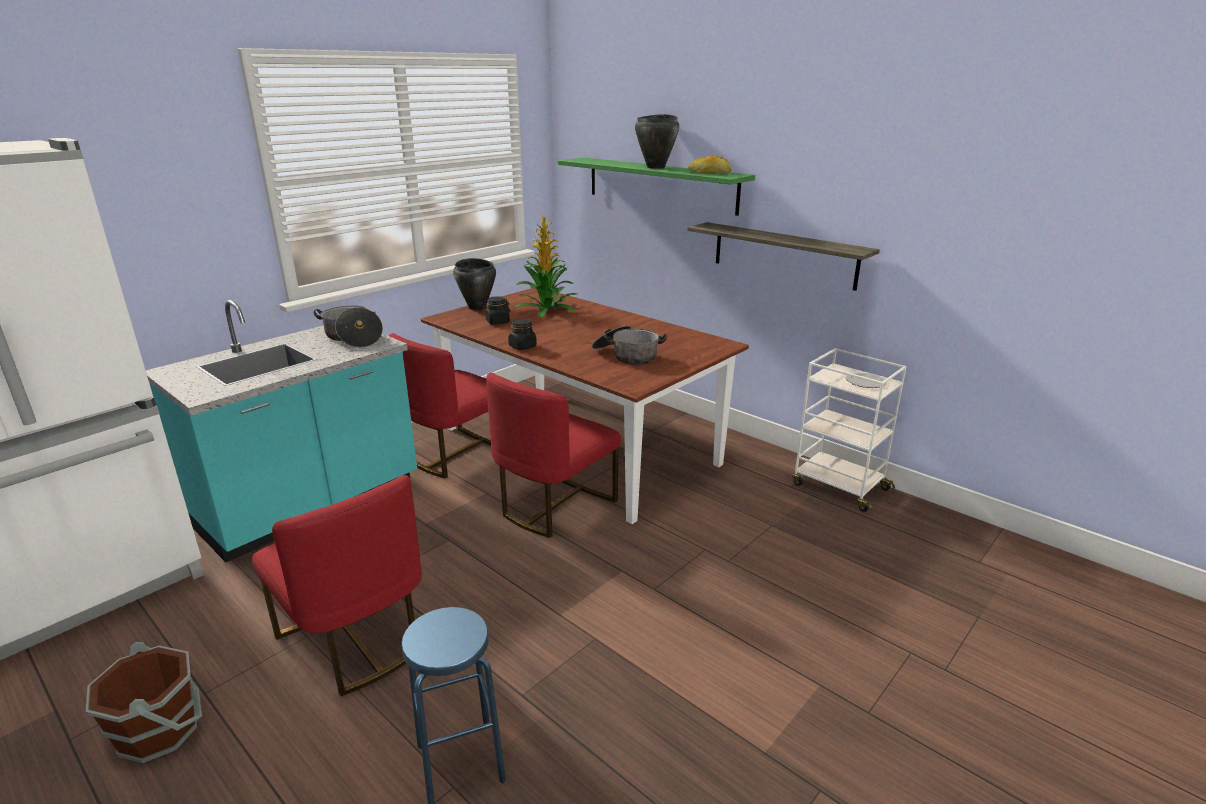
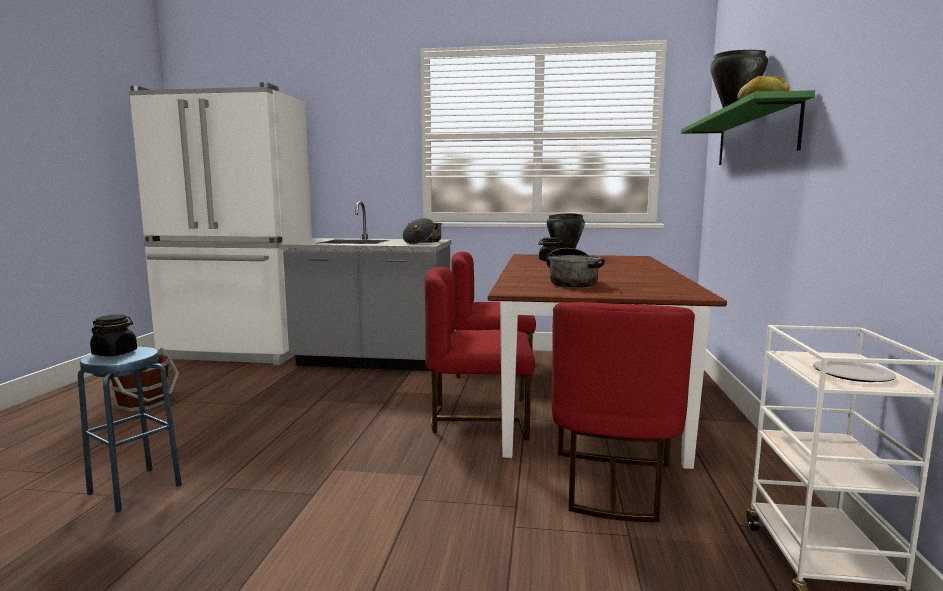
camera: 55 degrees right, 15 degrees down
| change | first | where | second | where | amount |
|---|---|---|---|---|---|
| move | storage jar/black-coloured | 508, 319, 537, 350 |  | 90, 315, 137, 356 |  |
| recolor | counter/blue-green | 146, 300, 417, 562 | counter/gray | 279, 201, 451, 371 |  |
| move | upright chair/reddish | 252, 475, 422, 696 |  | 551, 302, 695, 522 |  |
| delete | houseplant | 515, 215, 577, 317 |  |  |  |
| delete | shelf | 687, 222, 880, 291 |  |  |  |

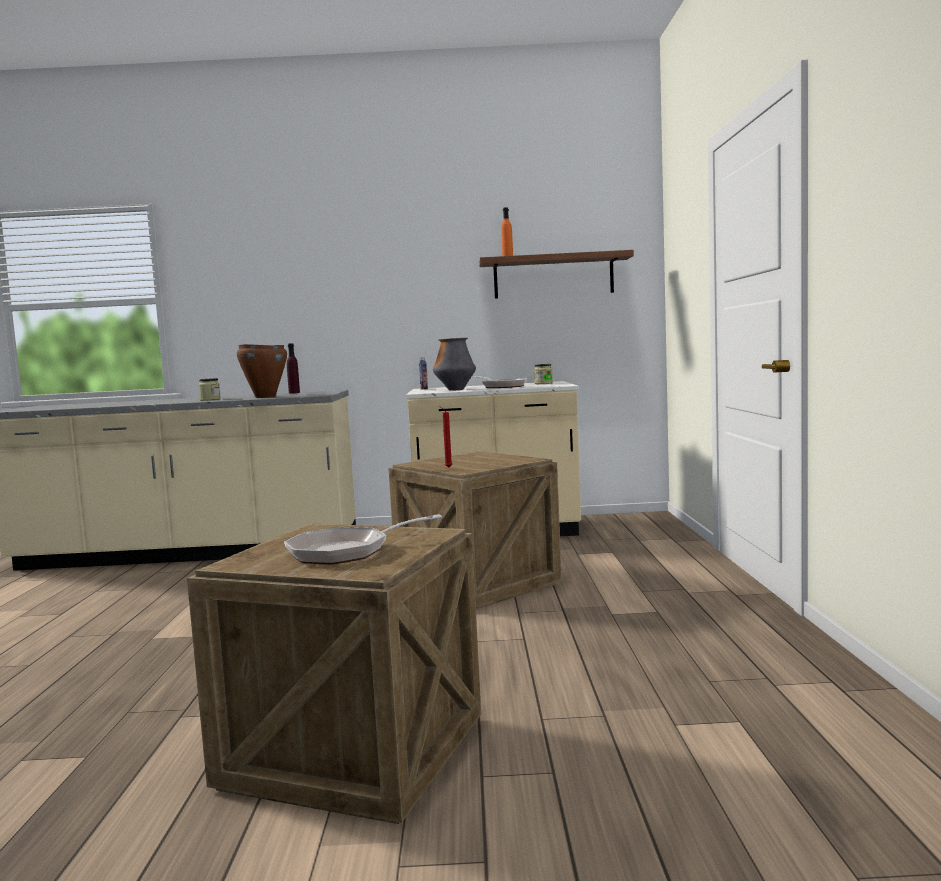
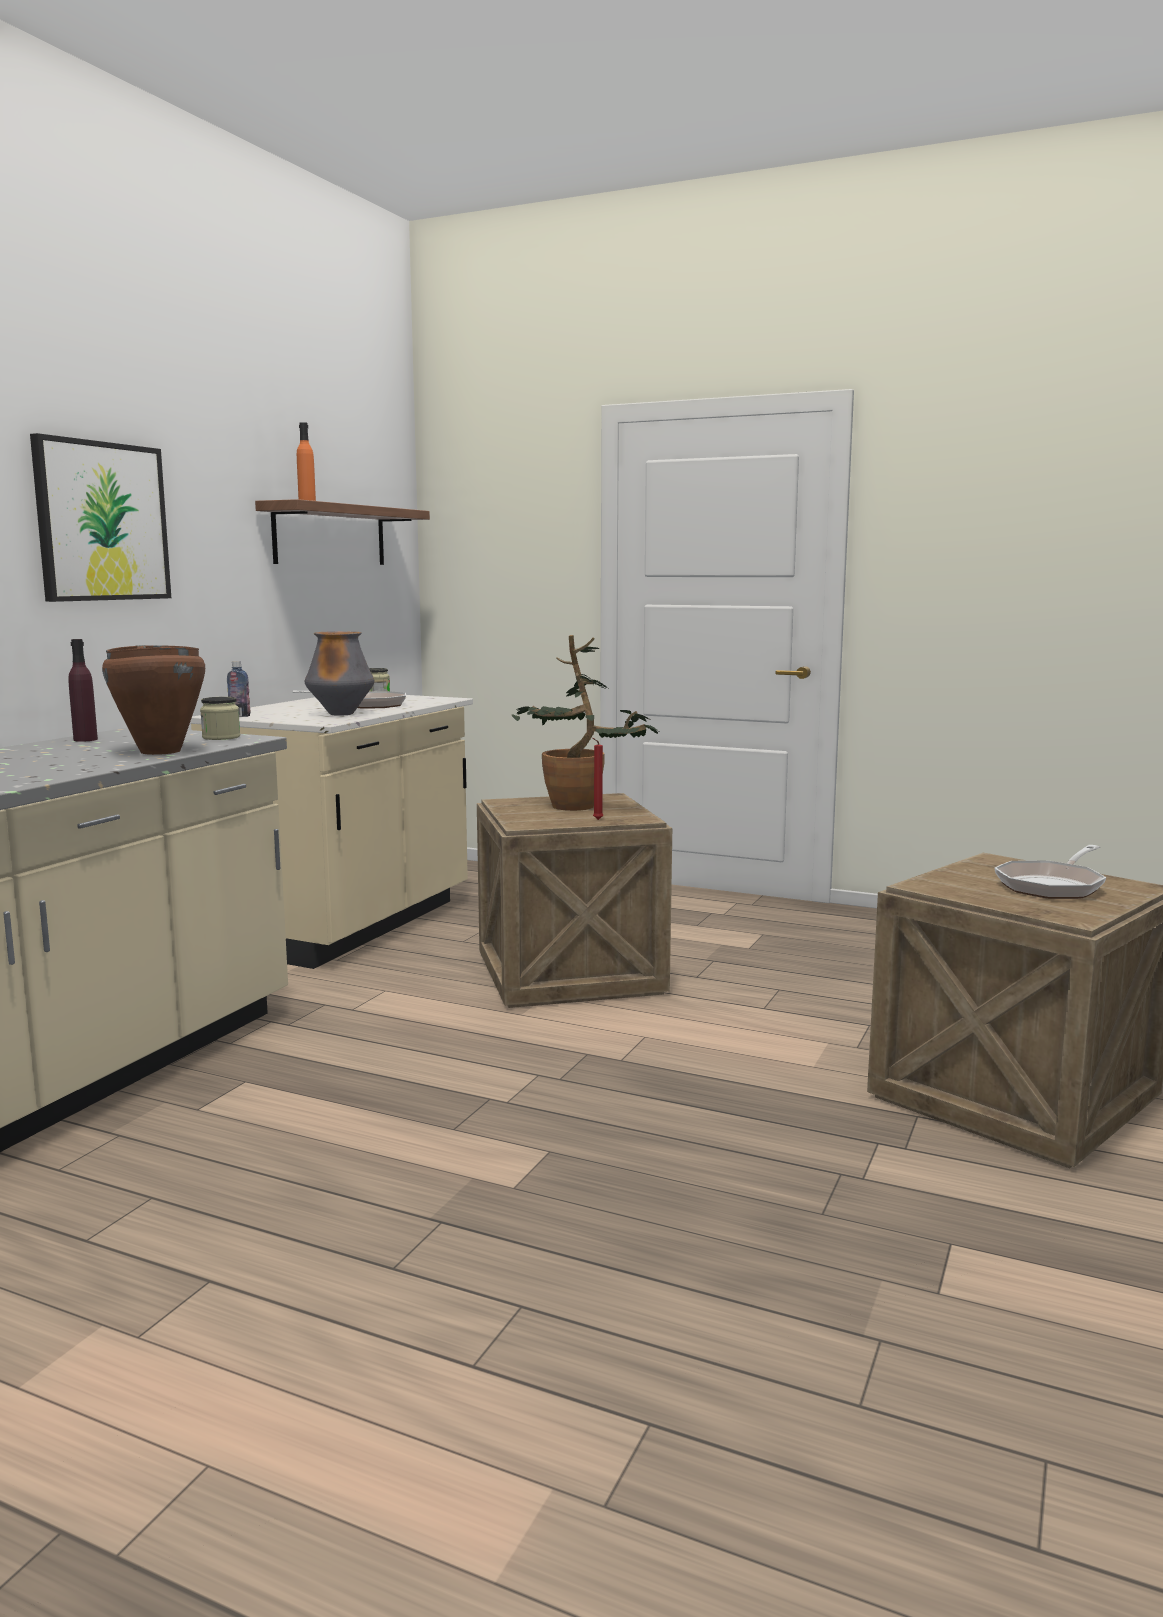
camera: 65 degrees left, 5 degrees up
| change | first | where | second | where | amount |
|---|---|---|---|---|---|
| insert |  |  | wall picture | 30, 433, 171, 602 |  |
| move | storage jar | 199, 378, 221, 401 |  | 200, 697, 240, 740 |  |
| insert |  |  | houseplant | 512, 635, 658, 811 |  |
| rotate | pan | 284, 514, 442, 565 |  | 994, 845, 1106, 899 | 45 degrees clockwise |

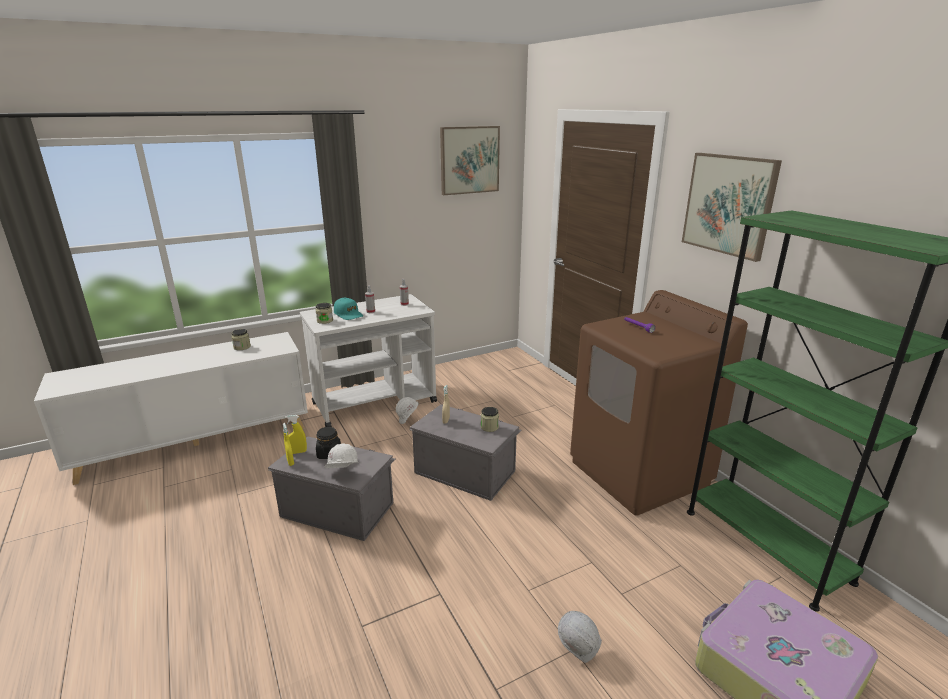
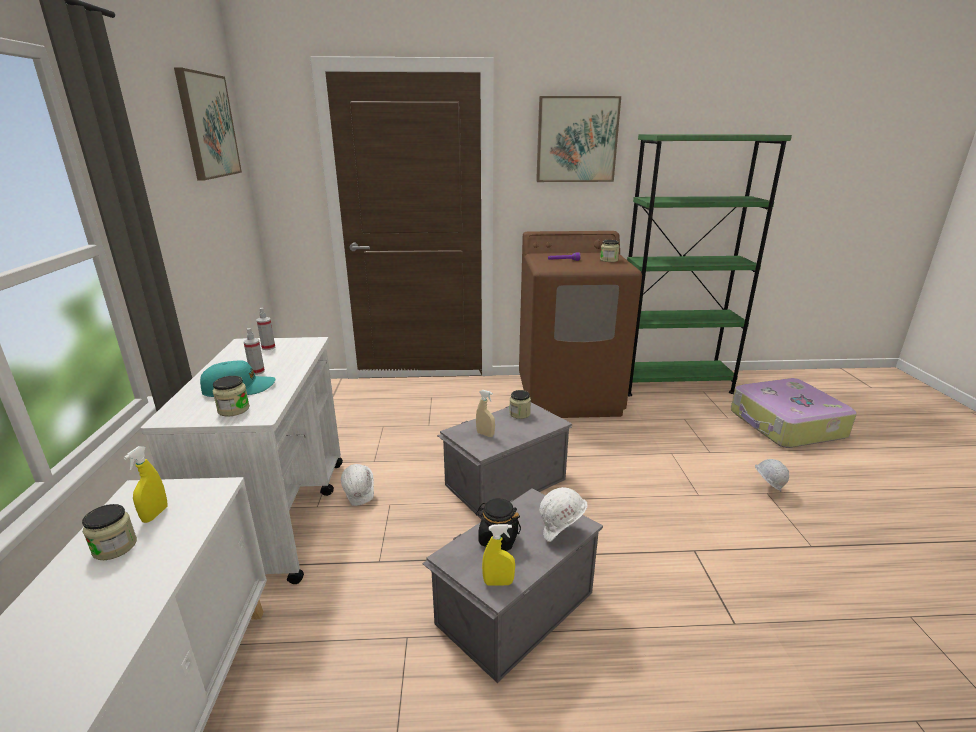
camera: 65 degrees left, 0 degrees up
| change | first | where | second | where | amount |
|---|---|---|---|---|---|
| move | sprayer/yellowish | 285, 415, 307, 454 |  | 123, 446, 168, 523 |  |
| insert |  |  | storage jar | 600, 240, 620, 262 |  |

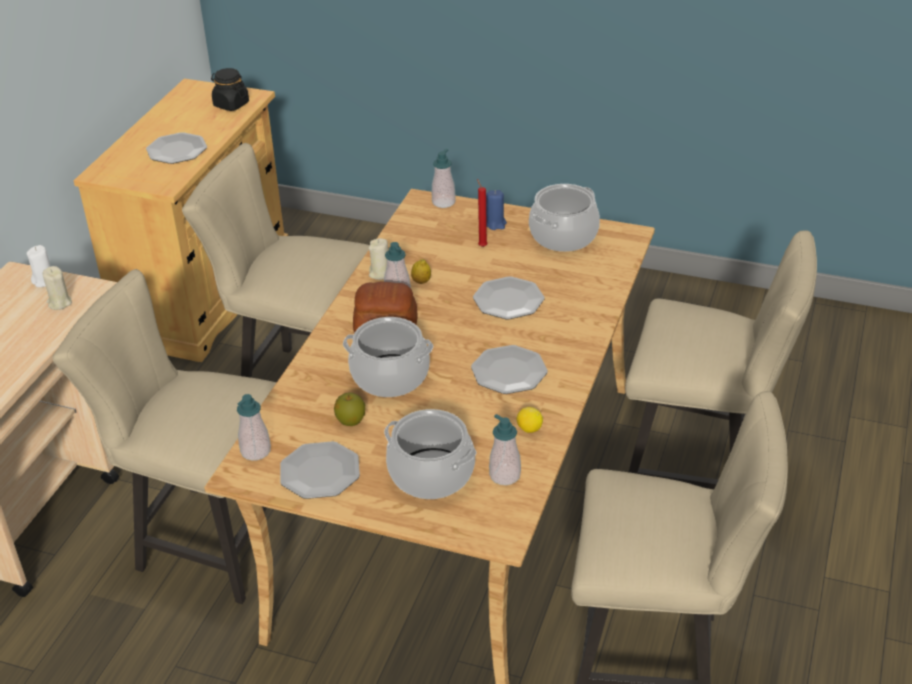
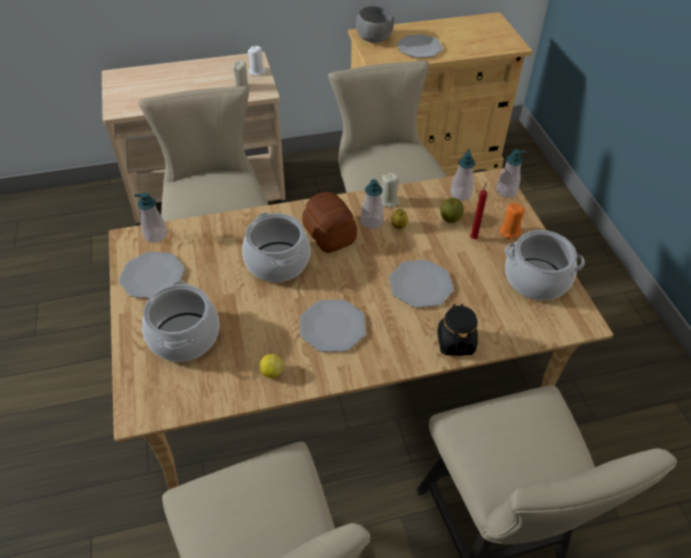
camera: 55 degrees right, 10 degrees up
| change | first | where | second | where | amount |
|---|---|---|---|---|---|
| insert |  |  | serving bowl/gray | 356, 6, 394, 43 |  |
| move | storage jar/black-coloured | 211, 68, 249, 111 |  | 437, 304, 478, 356 |  |
| move | whole apple | 334, 392, 365, 426 |  | 440, 198, 464, 223 |  |
| move | soap dispenser | 489, 414, 521, 485 |  | 450, 149, 475, 201 |  |
| recolor | wax light/blue | 486, 190, 507, 230 | wax light/orange | 500, 203, 525, 240 |  |

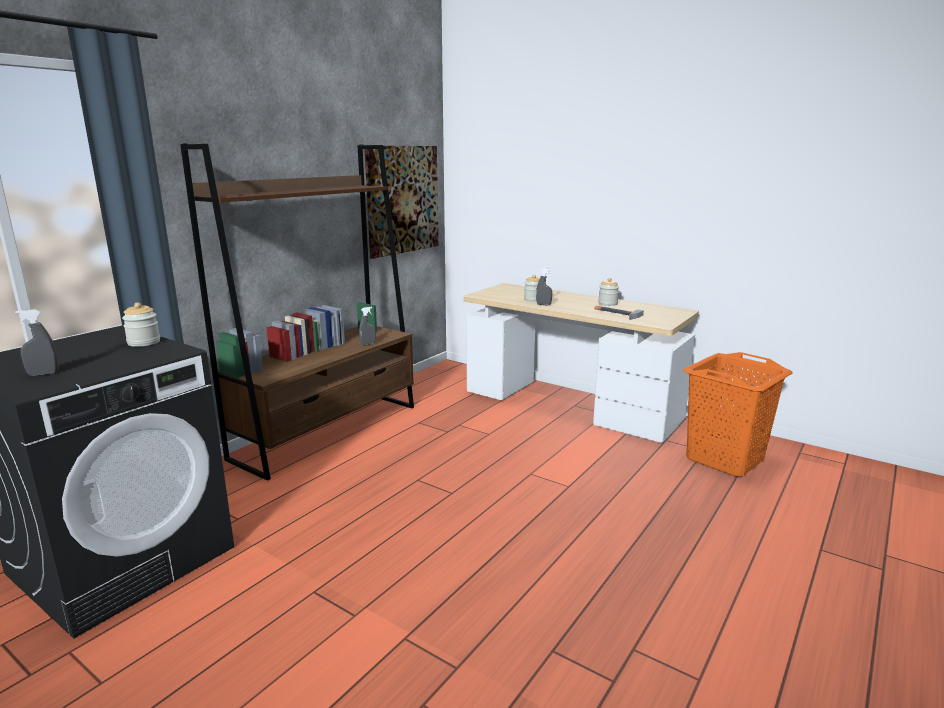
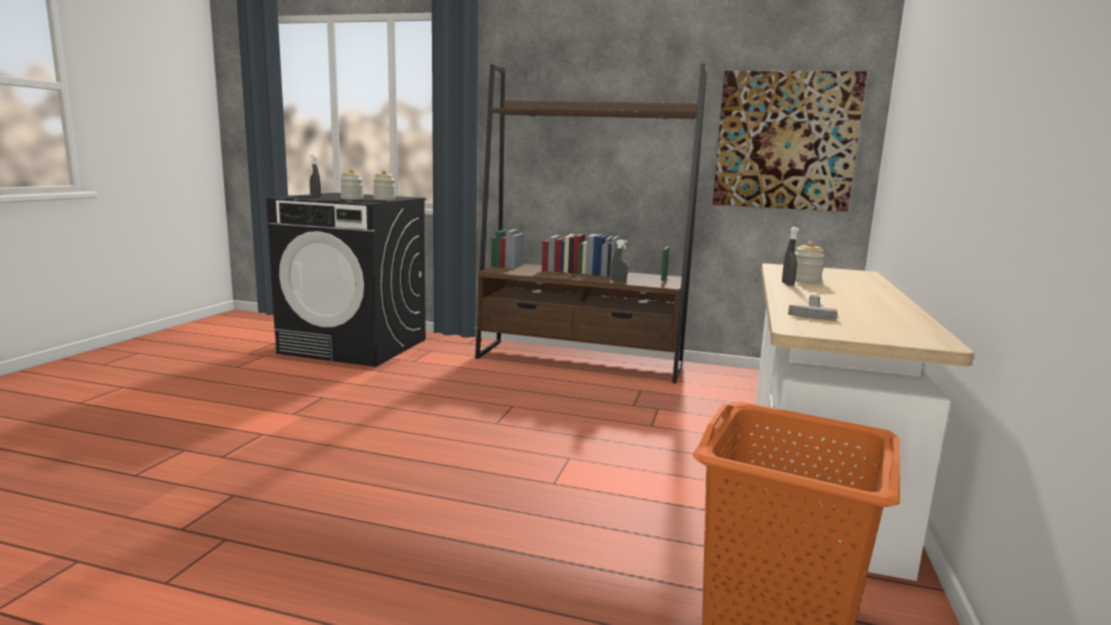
camera: 70 degrees right, 5 degrees down
| change | first | where | second | where | amount |
|---|---|---|---|---|---|
| move | storage jar | 598, 278, 619, 306 |  | 340, 169, 363, 200 |  |

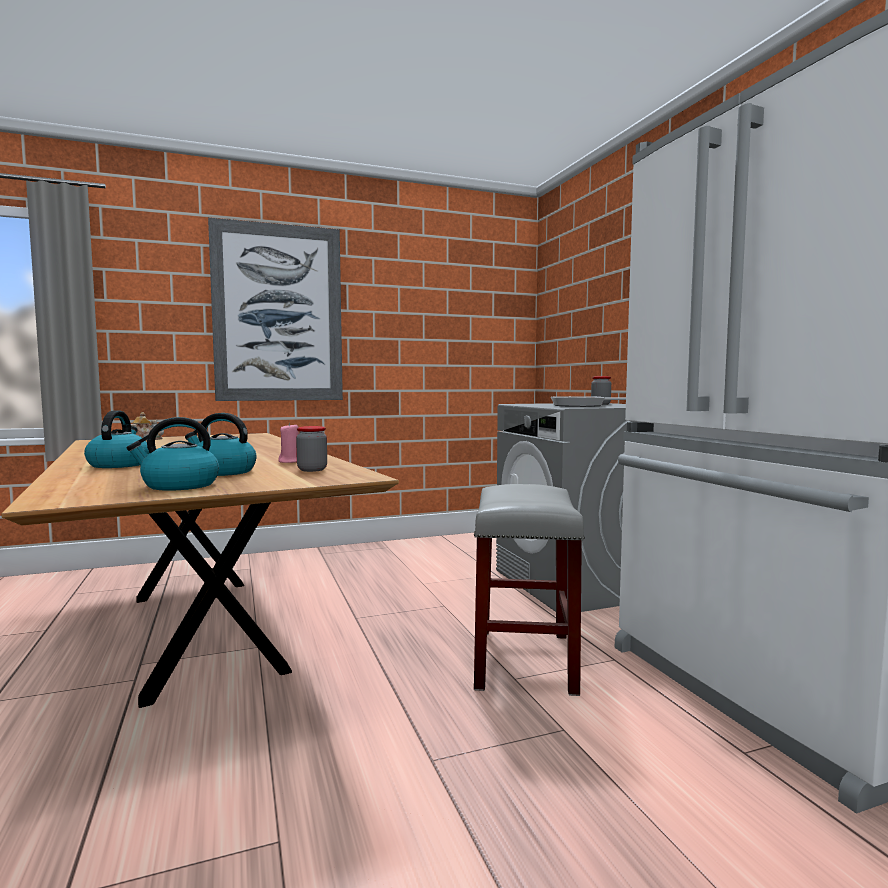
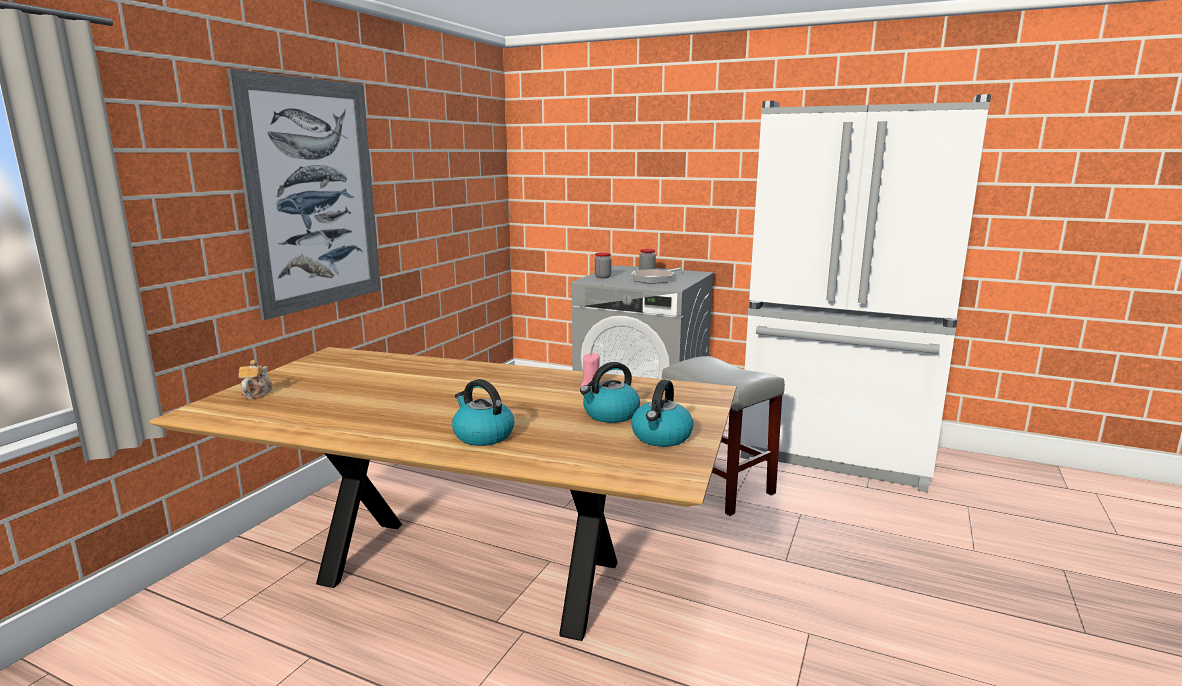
camera: 45 degrees left, 10 degrees up
| change | first | where | second | where | amount |
|---|---|---|---|---|---|
| move | storage jar | 296, 426, 327, 472 |  | 595, 252, 611, 278 |  |

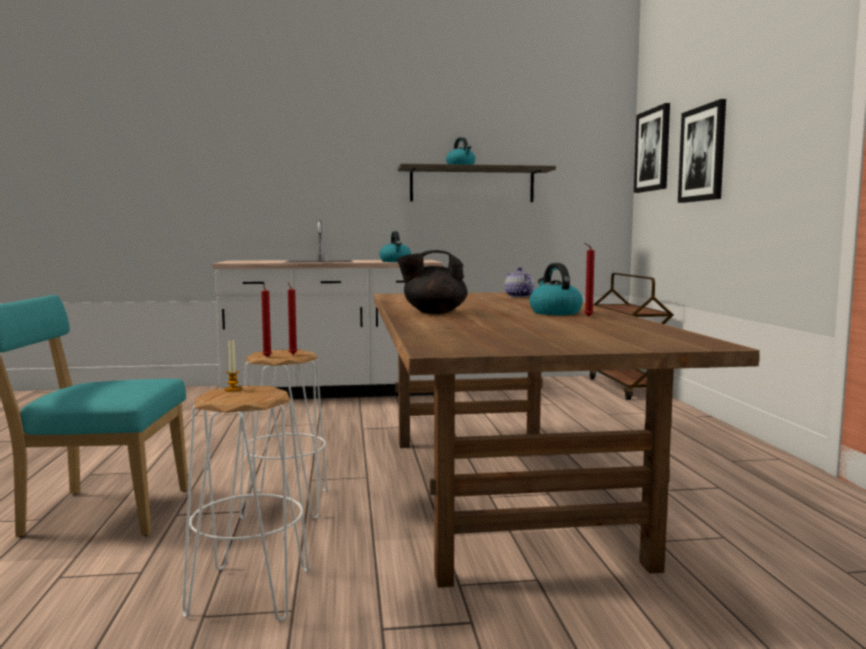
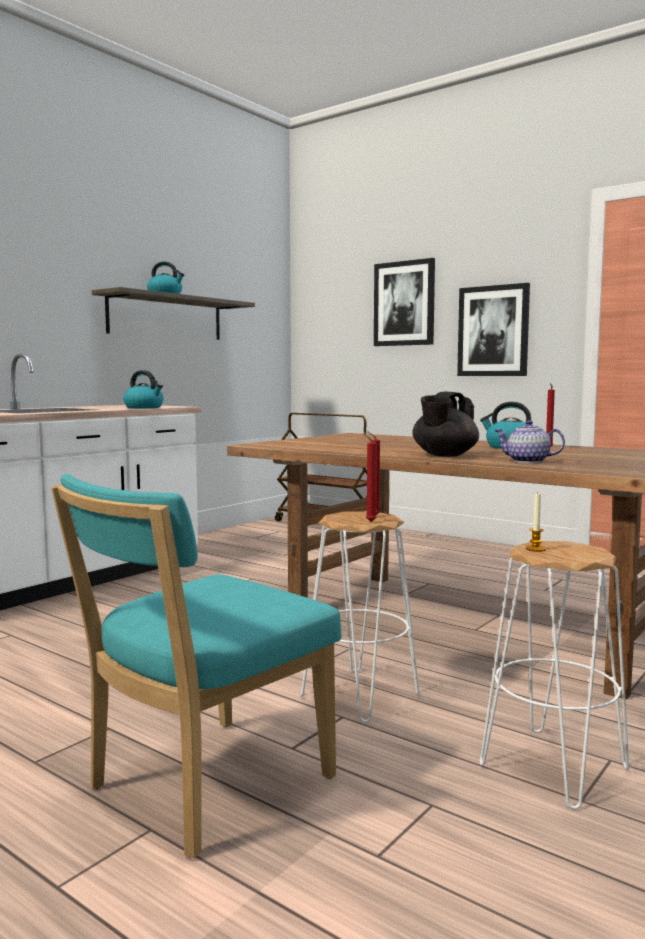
camera: 45 degrees left, 0 degrees up
| change | first | where | second | where | amount |
|---|---|---|---|---|---|
| move | wall picture | 634, 103, 670, 193 |  | 457, 283, 530, 376 |  |
| move | tea pot | 504, 267, 534, 297 |  | 494, 420, 565, 463 |  |

